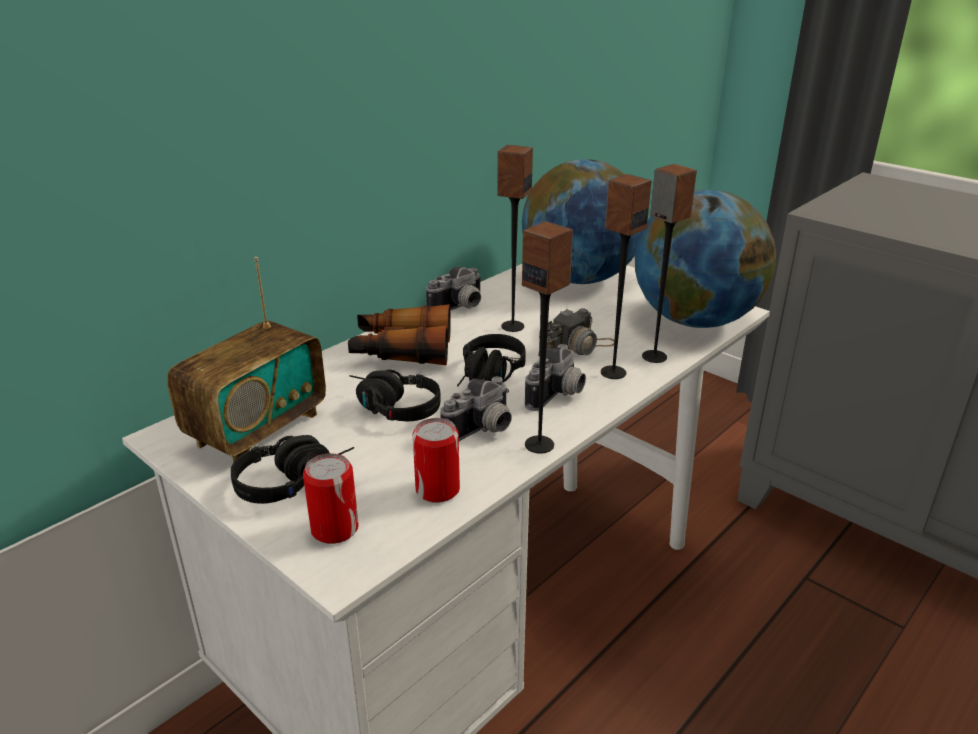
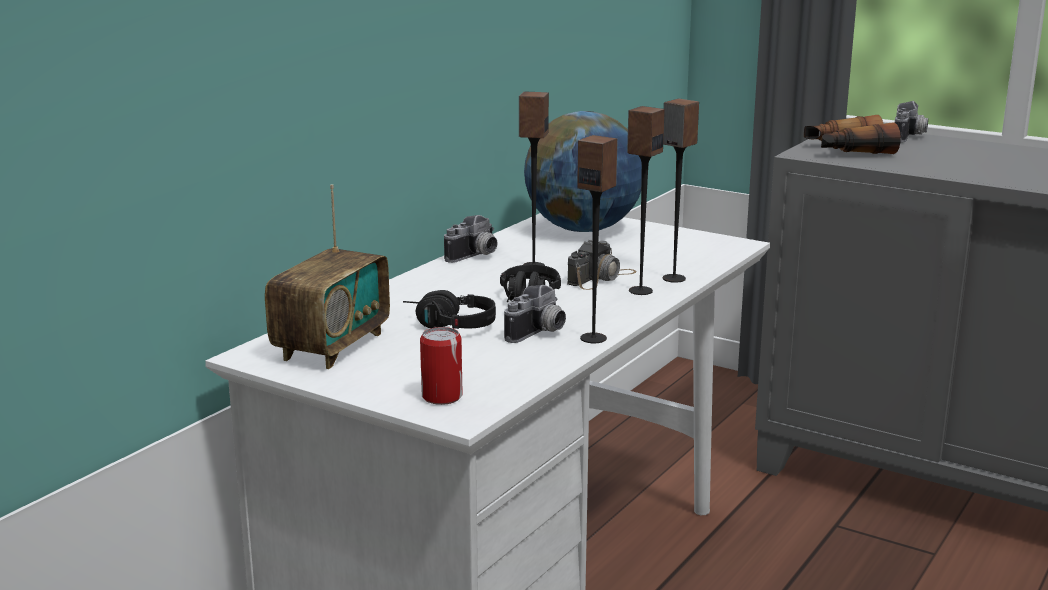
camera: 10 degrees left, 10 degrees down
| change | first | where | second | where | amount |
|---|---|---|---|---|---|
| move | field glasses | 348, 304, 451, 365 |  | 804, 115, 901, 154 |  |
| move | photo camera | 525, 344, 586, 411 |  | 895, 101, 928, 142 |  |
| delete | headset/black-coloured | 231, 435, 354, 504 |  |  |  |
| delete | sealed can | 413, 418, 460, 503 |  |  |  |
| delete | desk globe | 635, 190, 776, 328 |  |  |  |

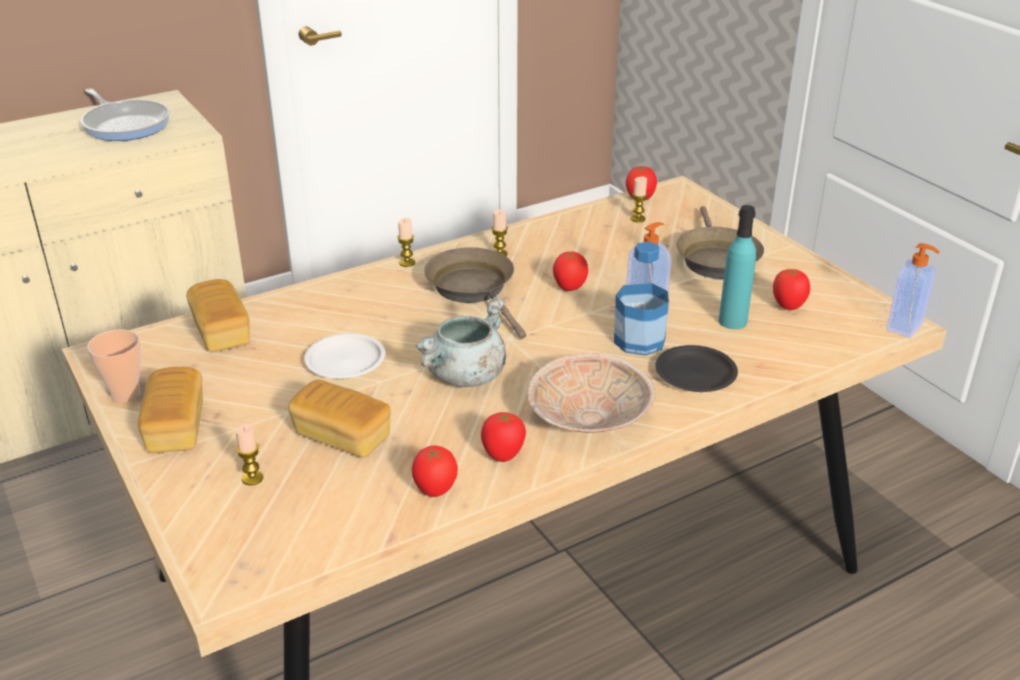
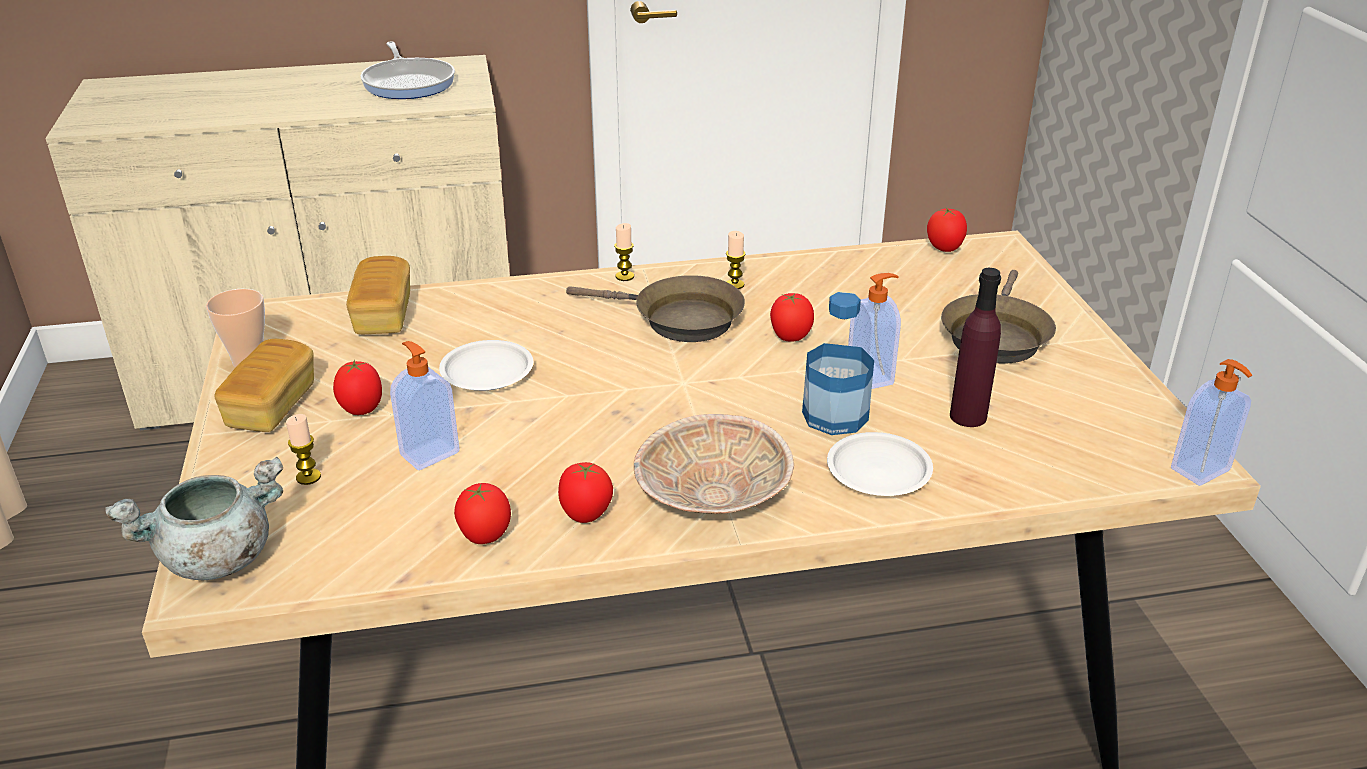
camera: 20 degrees right, 0 degrees up
| change | first | where | second | where | amount |
|---|---|---|---|---|---|
| move | saucepot/gray | 415, 296, 506, 387 |  | 105, 457, 283, 580 |  |
| move | tomato | 773, 269, 810, 310 |  | 333, 360, 382, 415 |  |
| replace | bread | 288, 380, 391, 458 | soap dispenser | 390, 341, 460, 470 |  |
| rotate | pan/brownish | 424, 247, 526, 339 |  | 566, 275, 745, 342 | 120 degrees clockwise |
| recolor | flat dish/black-coloured | 655, 345, 738, 392 | flat dish/whitish | 827, 432, 933, 496 |  |
| recolor | bottle/blue-green | 719, 205, 756, 329 | bottle/purplish | 950, 268, 1001, 427 |  |
| delete | wax light | 631, 177, 648, 223 |  |  |  |

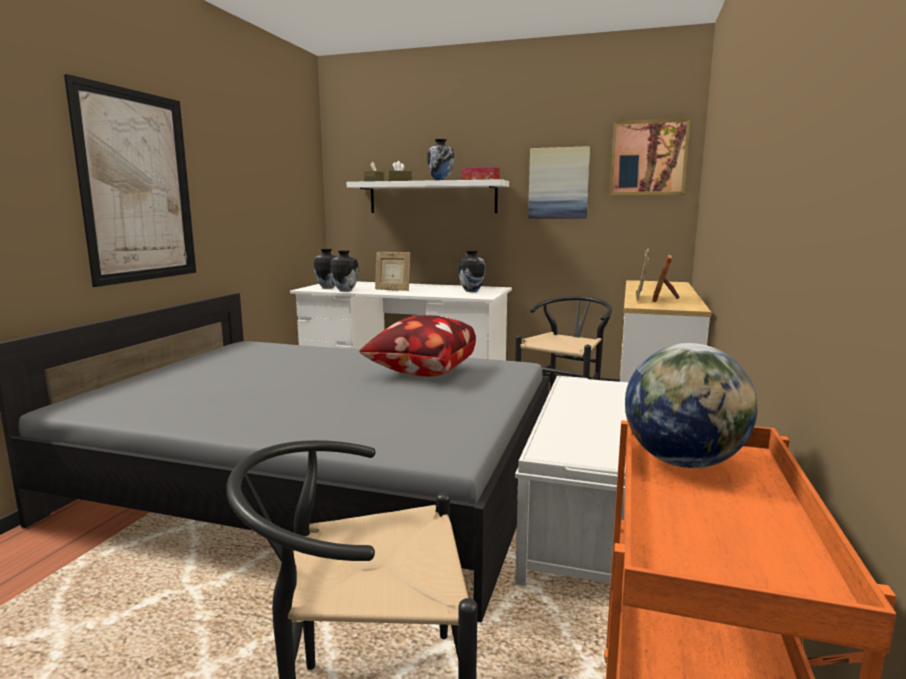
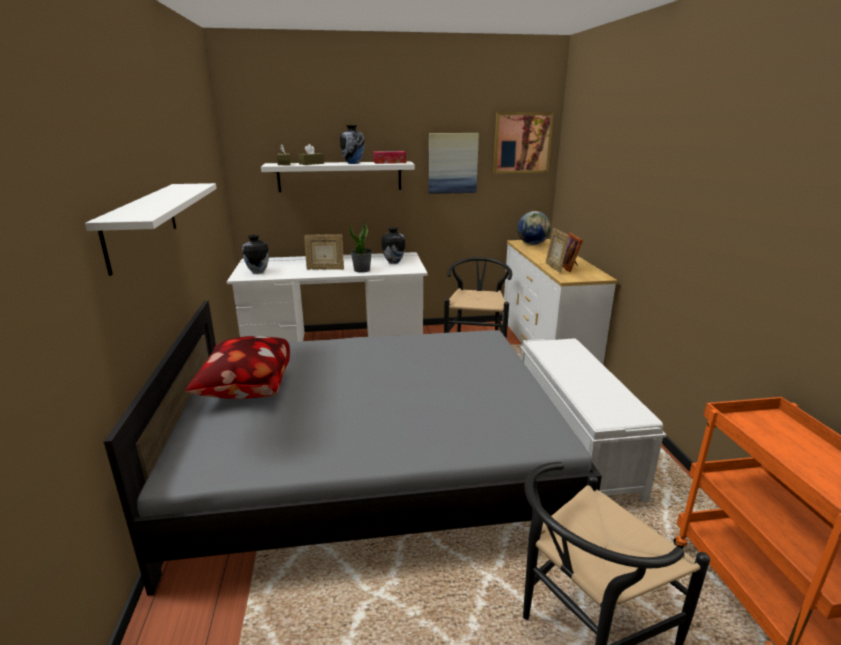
camera: 25 degrees left, 10 degrees up
| change | first | where | second | where | amount |
|---|---|---|---|---|---|
| replace | wall picture | 64, 74, 196, 287 | shelf/whitish | 85, 183, 217, 276 |  |
| move | throw pillow | 359, 315, 476, 376 |  | 185, 336, 290, 399 |  |
| insert |  |  | houseplant | 350, 220, 372, 273 |  |
| move | desk globe | 625, 343, 757, 468 |  | 517, 211, 551, 245 |  |
| delete | flower vase | 331, 250, 358, 292 |  |  |  |

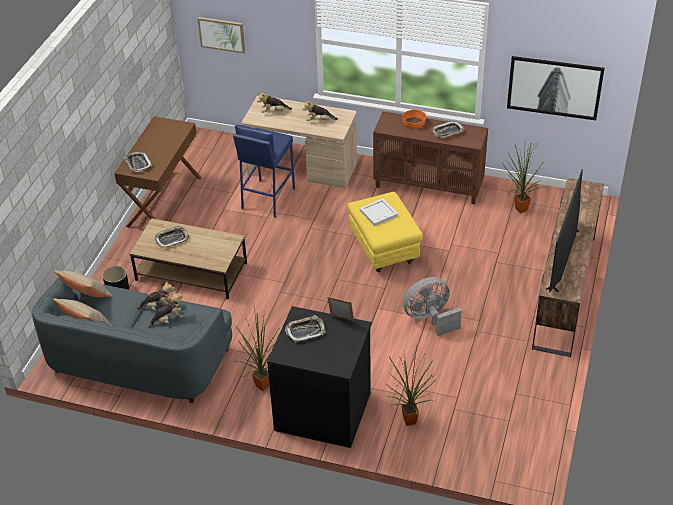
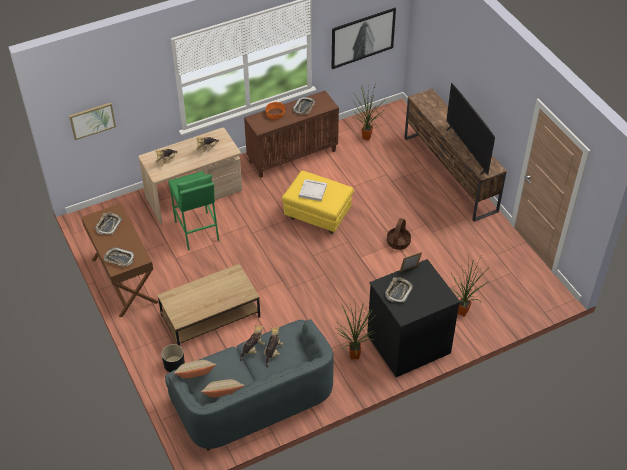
camera: 45 degrees left, 5 degrees up
| change | first | where | second | where | amount |
|---|---|---|---|---|---|
| move | serving tray | 154, 225, 189, 248 |  | 95, 213, 122, 235 |  |
| recolor | stool/blue | 233, 125, 295, 217 | stool/green-coloured | 168, 171, 219, 250 |  |
| replace | cooling fan/gray | 403, 277, 462, 336 | storage basket | 387, 218, 411, 250 |  |

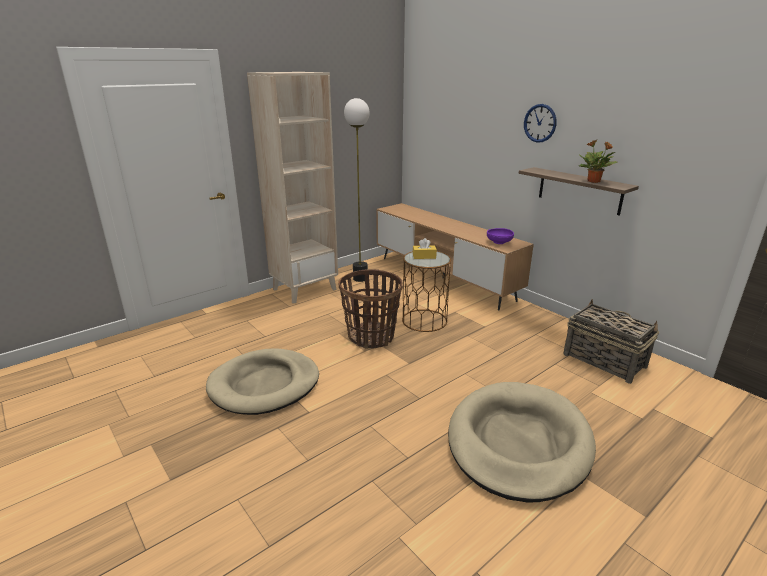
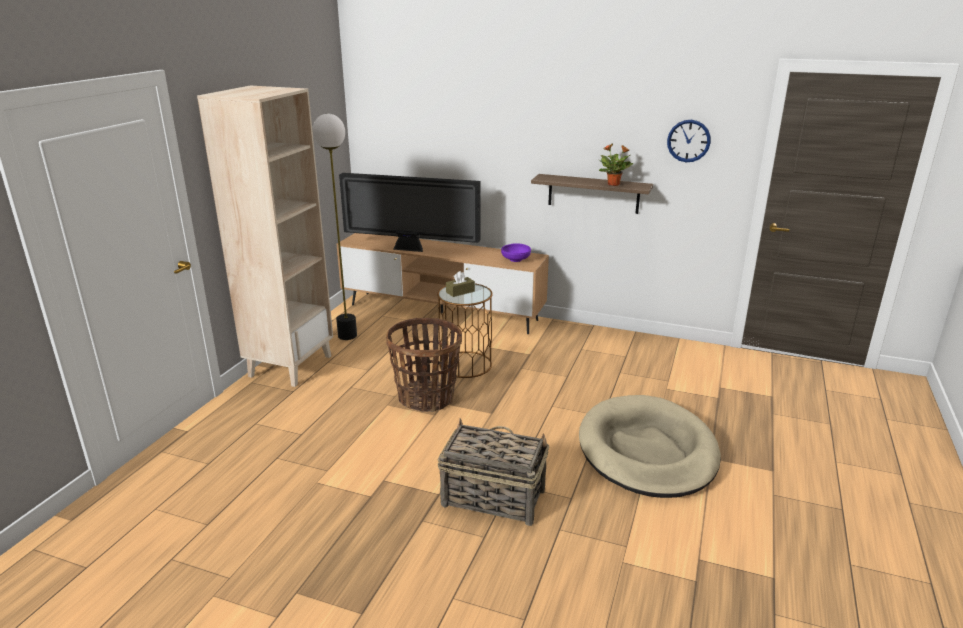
camera: 30 degrees left, 0 degrees up
| change | first | where | second | where | amount |
|---|---|---|---|---|---|
| insert |  |  | TV | 339, 173, 480, 252 |  |
| move | storage basket | 563, 299, 659, 384 |  | 438, 418, 549, 526 |  |
| recolor | tissue box/yellowish | 413, 238, 437, 259 | tissue box/brownish | 446, 271, 475, 297 |  |
| move | clock on the wall | 524, 104, 556, 143 |  | 667, 120, 711, 162 |  |
| delete | pet bed/beige-coloured | 206, 348, 319, 415 |  |  |  |

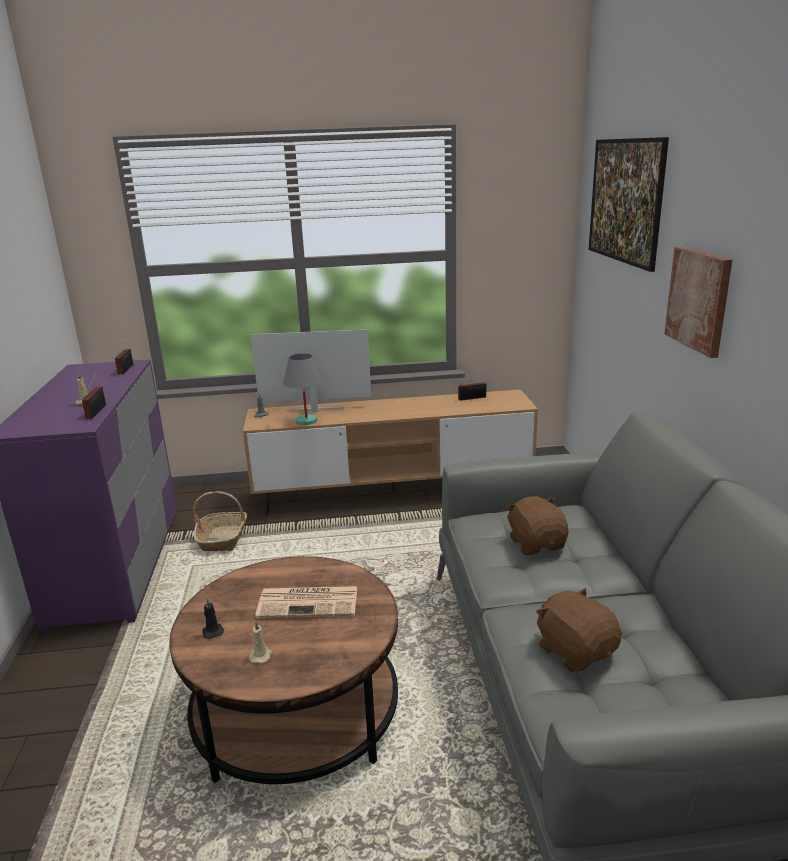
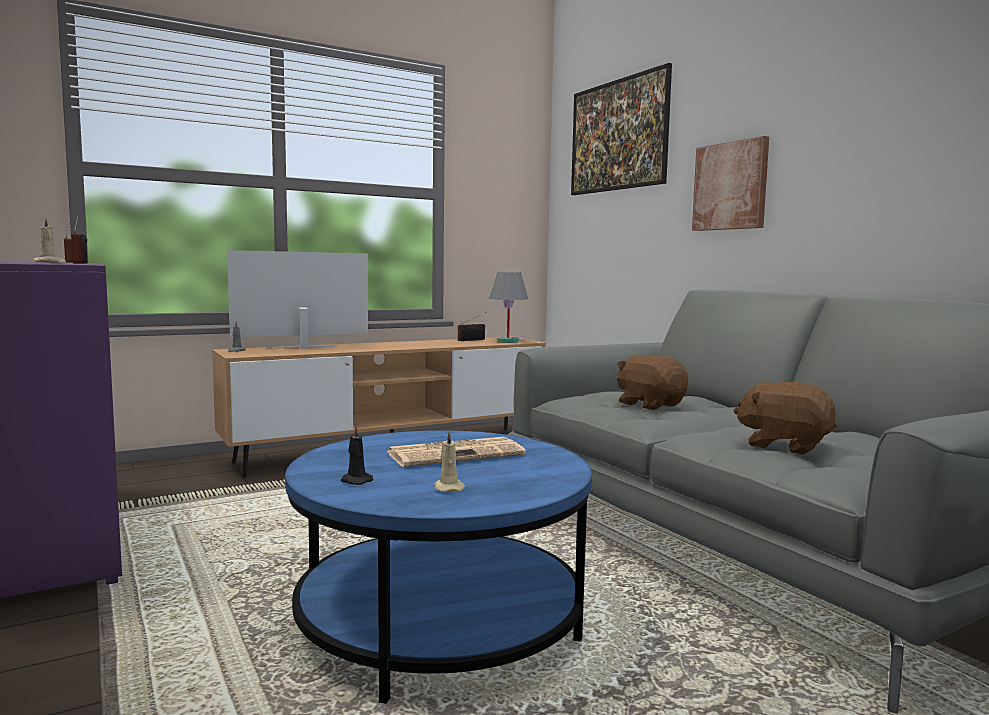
camera: 25 degrees left, 15 degrees down
| change | first | where | second | where | amount |
|---|---|---|---|---|---|
| recolor | lounge table/brownish | 169, 556, 398, 784 | lounge table/blue | 285, 430, 592, 704 |  |
| move | tabletop lamp/gray | 283, 353, 322, 425 |  | 489, 272, 528, 343 |  |
| delete | storage basket | 193, 491, 247, 551 |  |  |  |

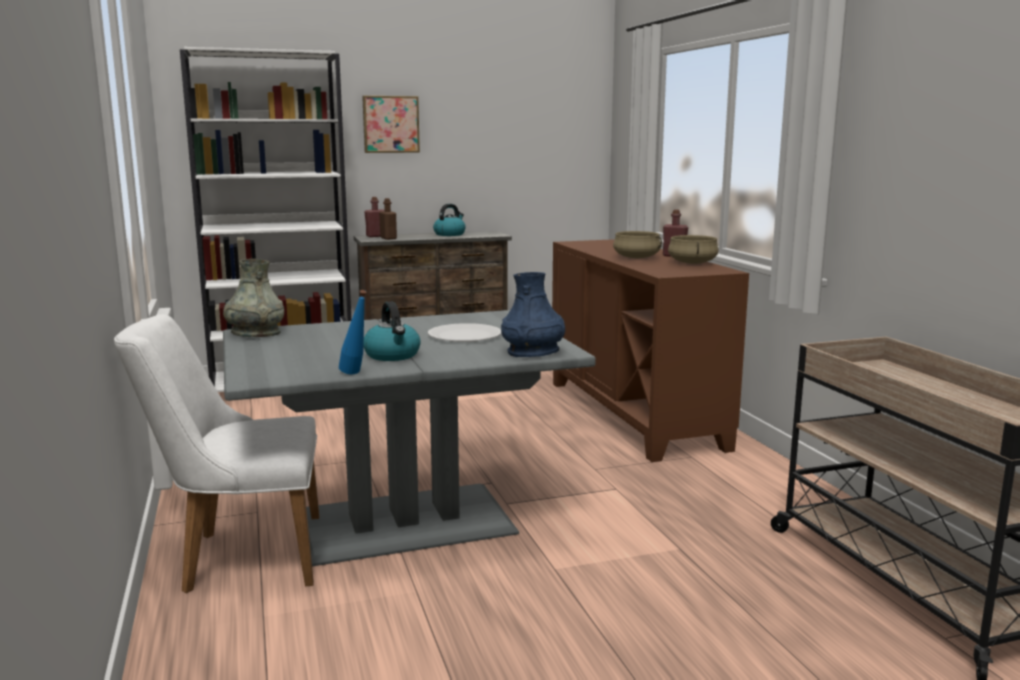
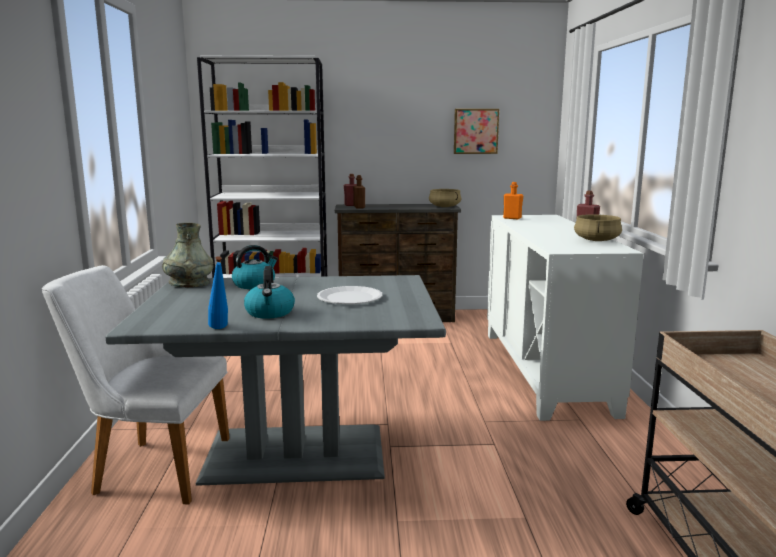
camera: 15 degrees right, 0 degrees up
| change | first | where | second | where | amount |
|---|---|---|---|---|---|
| move | kettle | 433, 204, 466, 236 |  | 232, 245, 278, 289 |  |
| move | saucepot/beige-coloured | 613, 231, 662, 258 |  | 429, 189, 461, 207 |  |
| move | wall picture | 362, 96, 420, 153 |  | 454, 109, 499, 154 |  |
| recolor | cabinet/brownish | 552, 239, 749, 462 | cabinet/whitish | 487, 215, 644, 421 |  |
| insert |  |  | bottle/orange | 503, 182, 523, 219 |  |
| delete | flower vase/blue | 501, 272, 565, 357 |  |  |  |

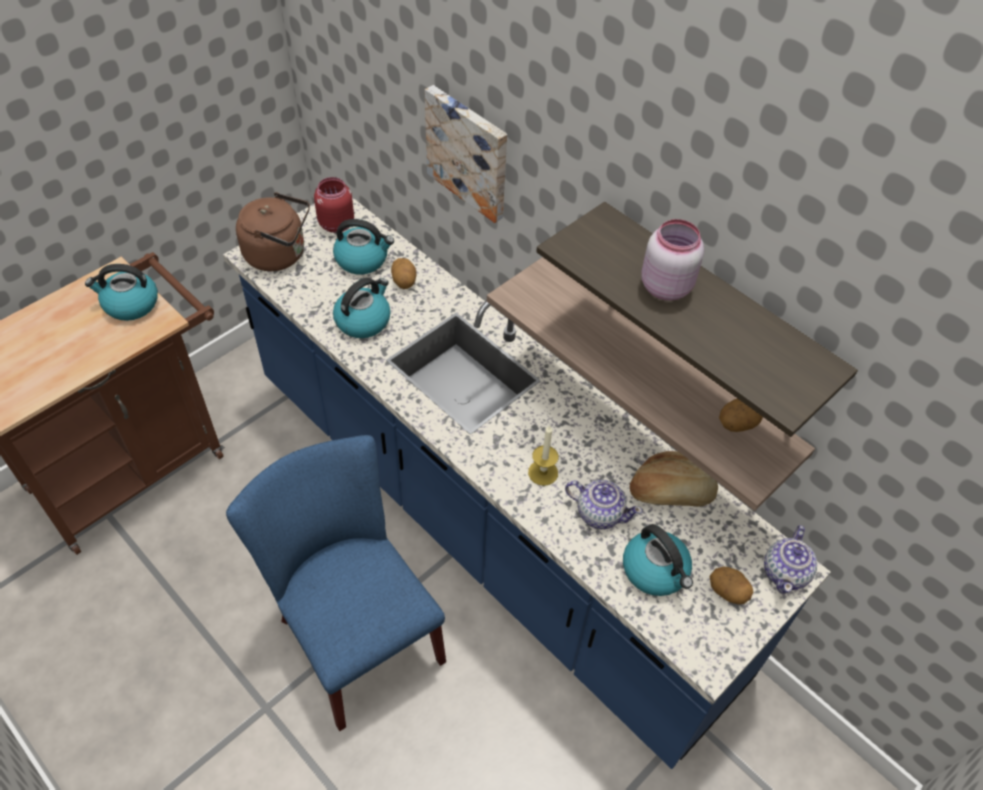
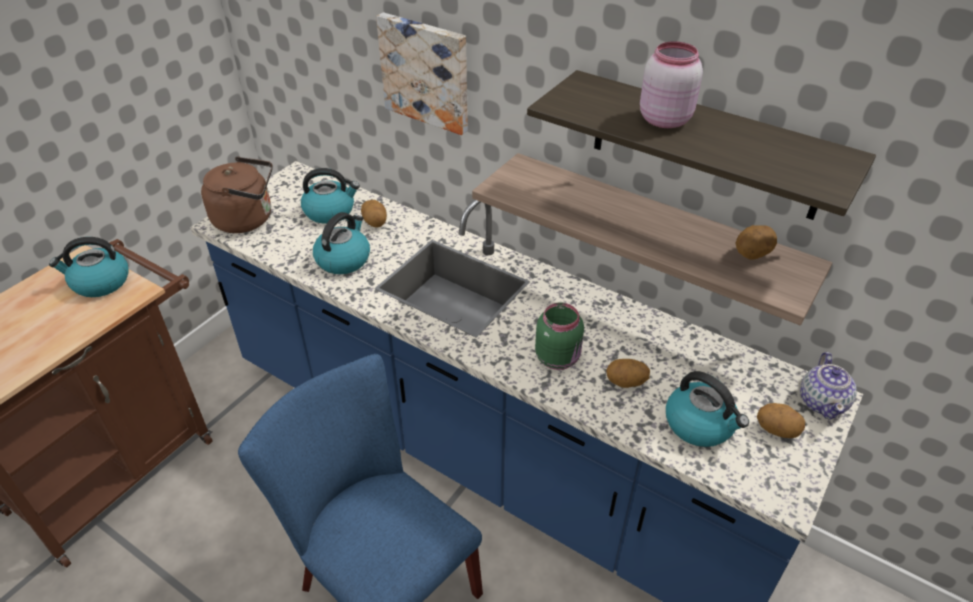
camera: 10 degrees left, 10 degrees down
| change | first | where | second | where | amount |
|---|---|---|---|---|---|
| replace | wax light | 528, 425, 558, 486 | storage jar/green-coloured | 535, 302, 584, 370 |  |
| replace | tea pot | 565, 480, 642, 529 | spud | 606, 359, 650, 388 |  |
| delete | storage jar/reddish | 314, 177, 354, 233 |  |  |  |
| delete | bread | 630, 451, 718, 506 |  |  |  |

